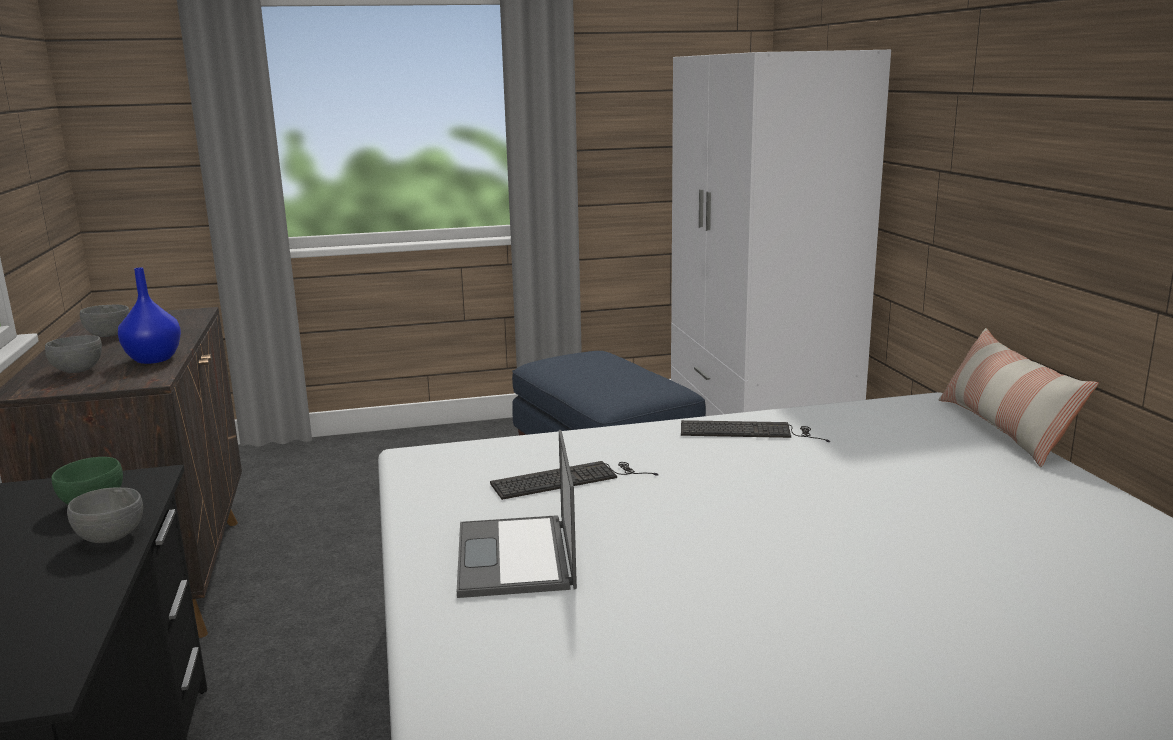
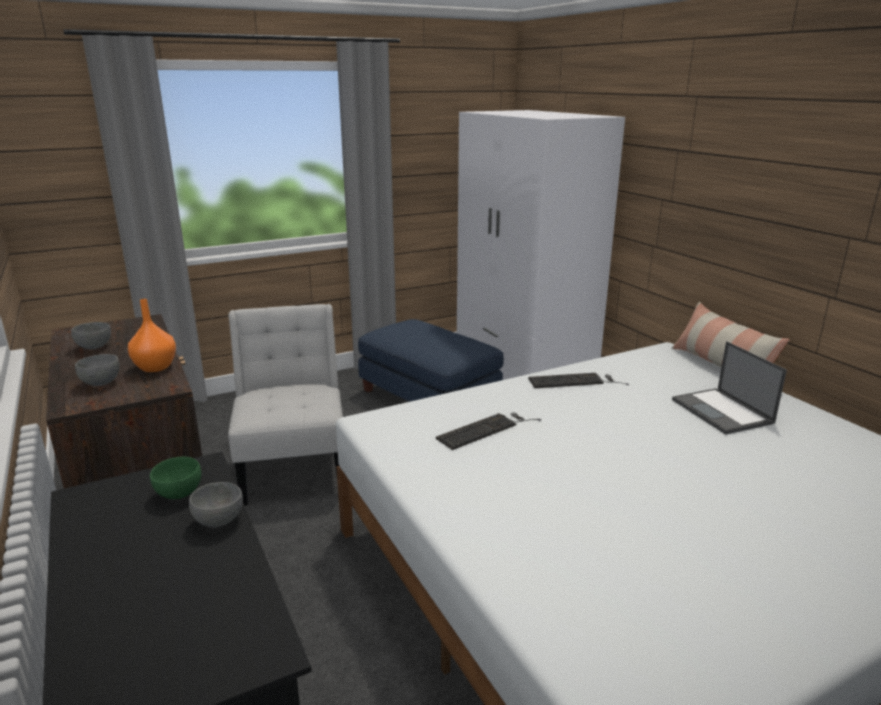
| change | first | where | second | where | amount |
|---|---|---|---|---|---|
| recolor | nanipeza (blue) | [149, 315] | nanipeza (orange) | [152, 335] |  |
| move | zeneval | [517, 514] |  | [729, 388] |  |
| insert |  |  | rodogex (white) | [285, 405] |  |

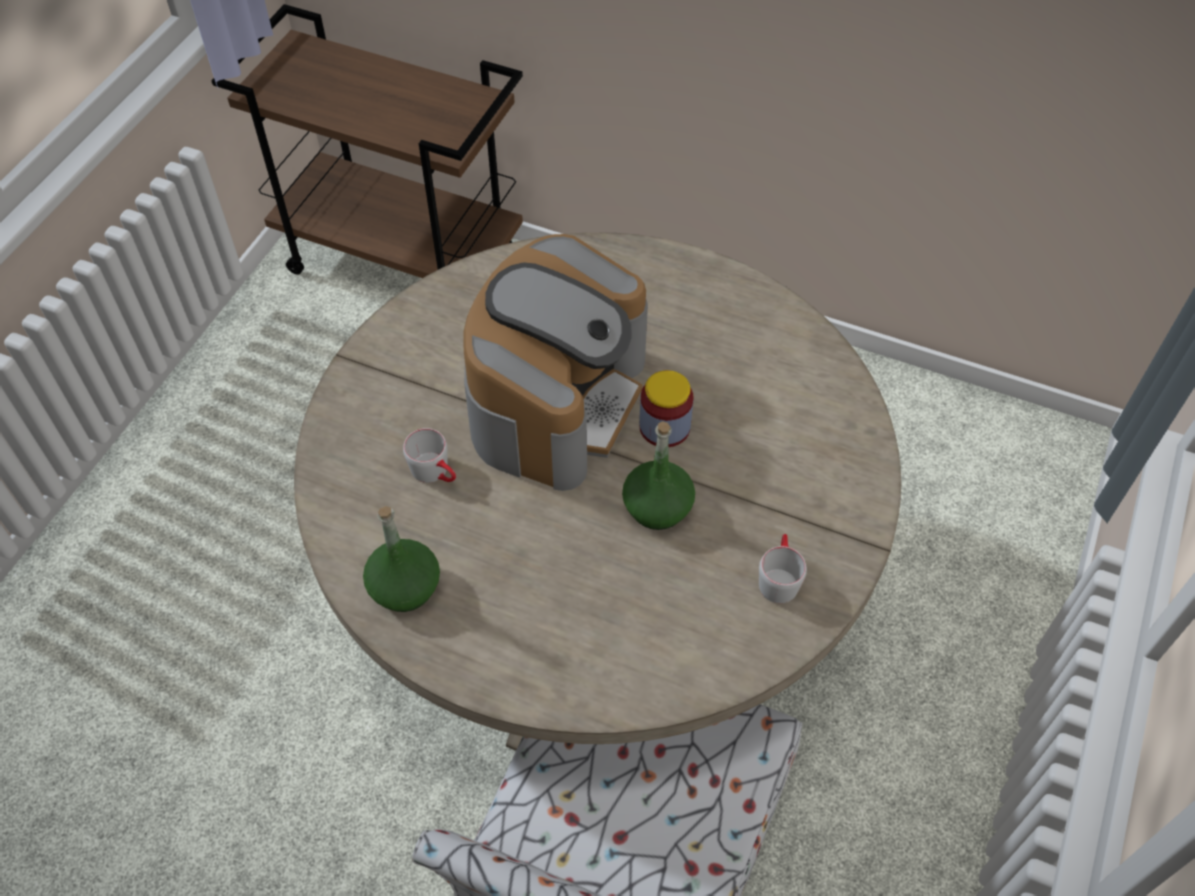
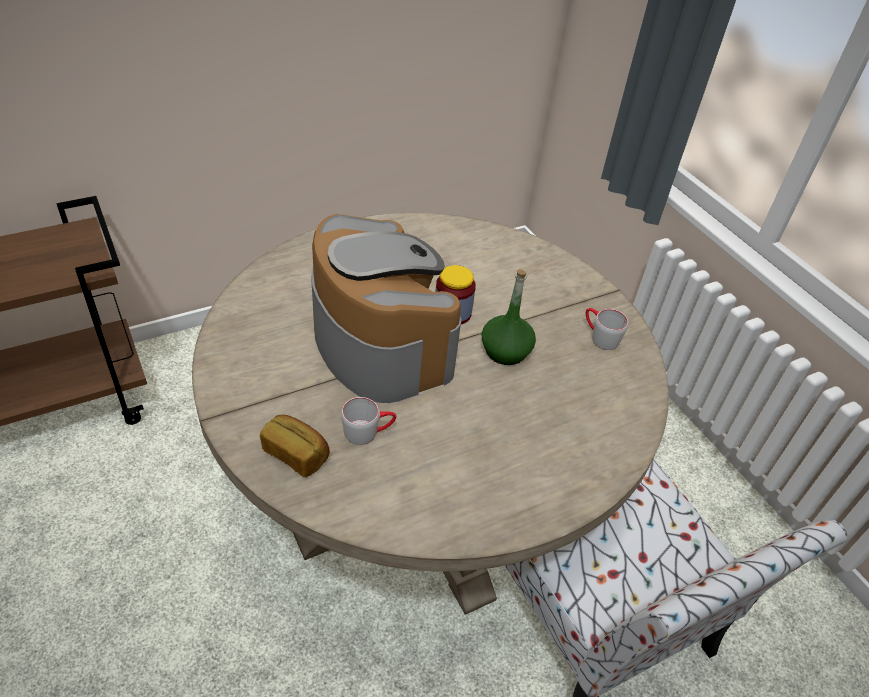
| change | first | where | second | where | amount |
|---|---|---|---|---|---|
| delete | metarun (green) | [401, 559] |  |  |  |
| insert |  |  | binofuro | [295, 446] |  |

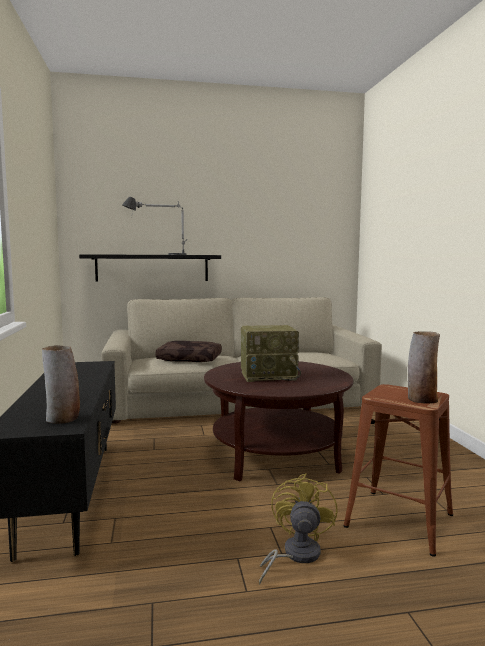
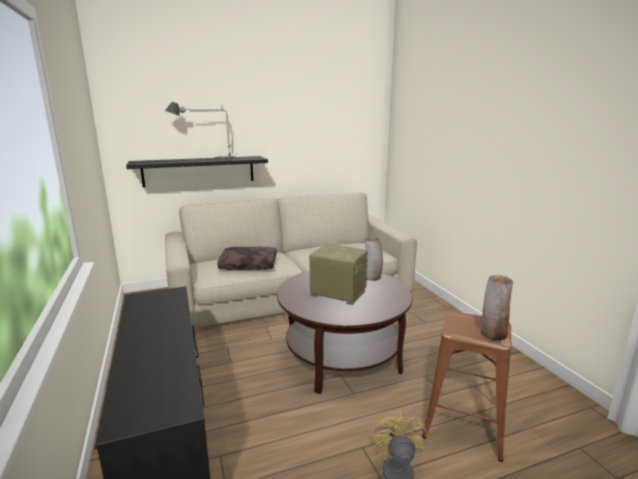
| change | first | where | second | where | amount |
|---|---|---|---|---|---|
| rotate | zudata | [271, 353] |  | [338, 274] | 135 degrees counterclockwise |
| move | nanipeza | [61, 384] |  | [373, 259] |  |

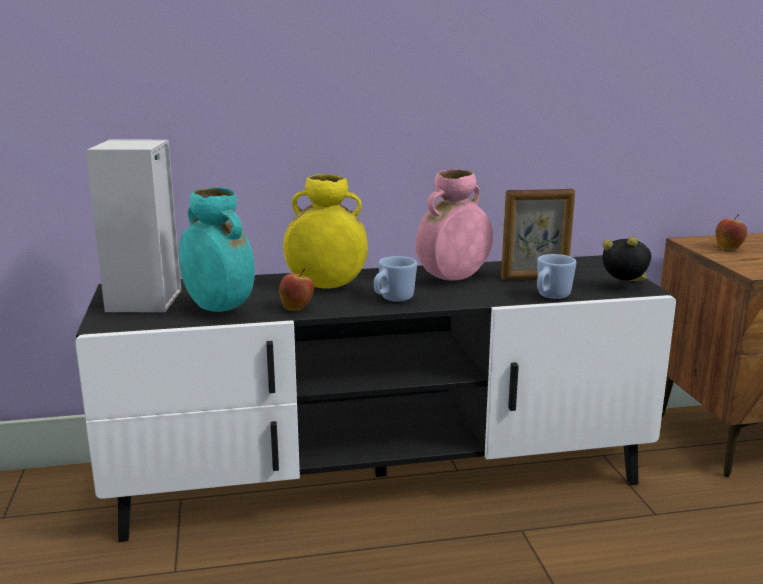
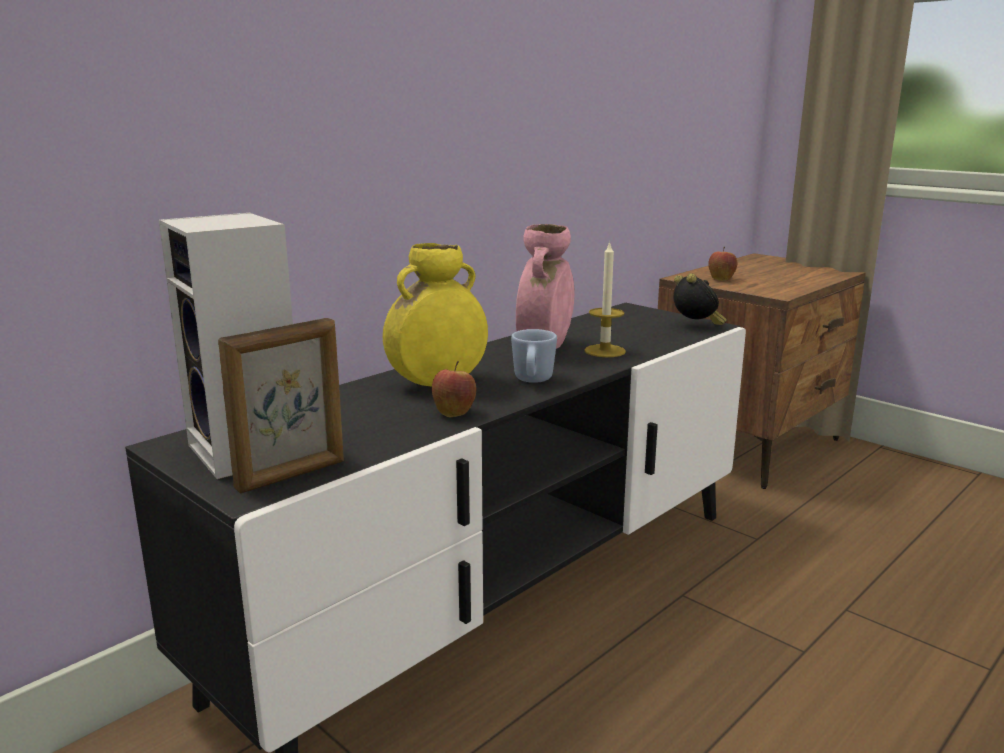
| change | first | where | second | where | amount |
|---|---|---|---|---|---|
| delete | nanipeza (turquoise) | [217, 249] |  |  |  |
| move | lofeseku | [538, 234] |  | [281, 406] |  |
| rotate | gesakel | [626, 259] |  | [700, 299] | 75 degrees clockwise |
| delete | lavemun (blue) | [556, 276] |  |  |  |
| insert |  |  | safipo | [605, 299] |  |

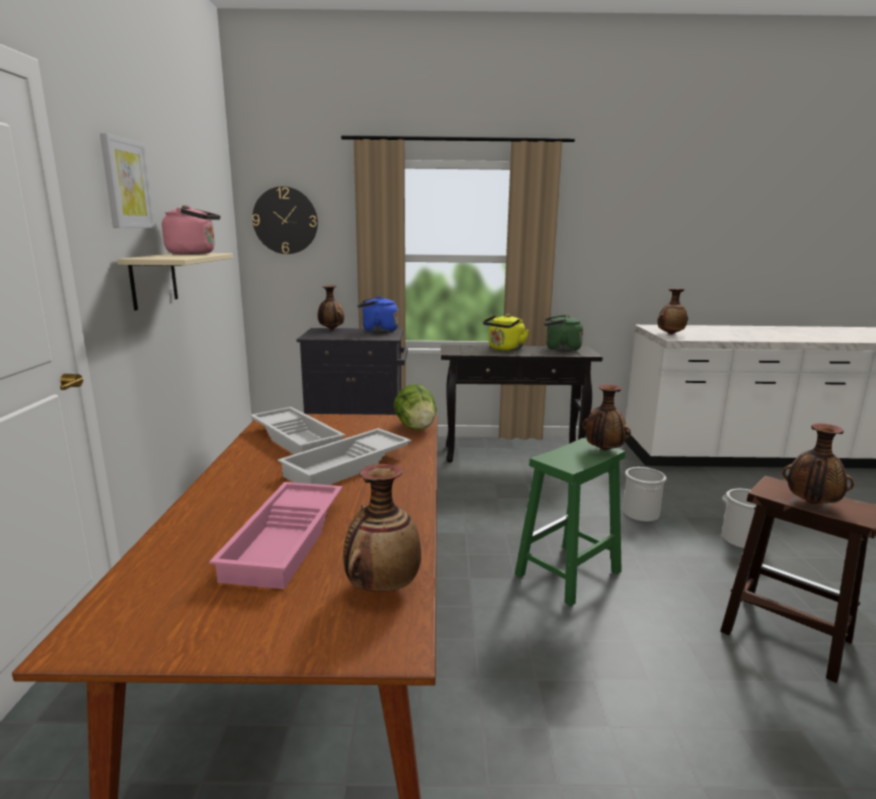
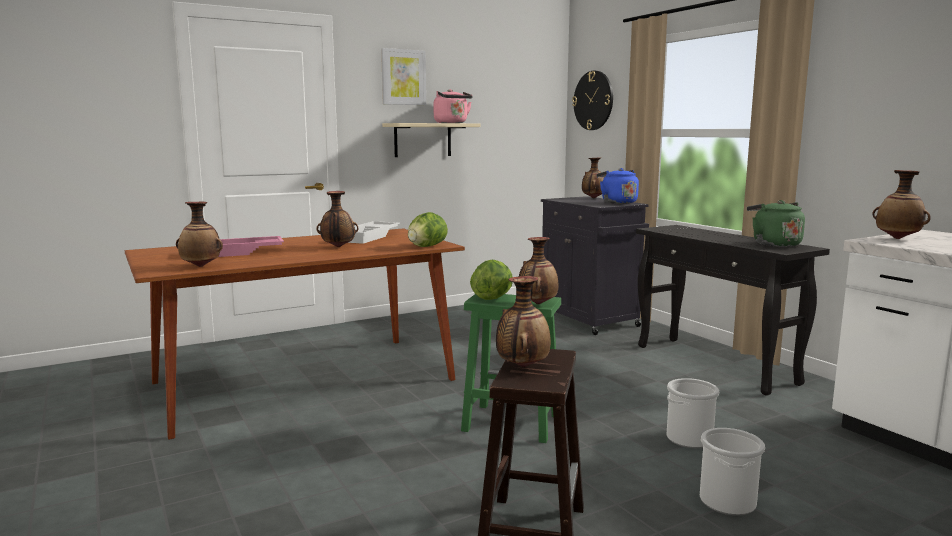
| change | first | where | second | where | amount |
|---|---|---|---|---|---|
| delete | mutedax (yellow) | [506, 332] |  |  |  |
| replace | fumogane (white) | [345, 456] | nanipeza | [337, 219] |  |
| insert |  |  | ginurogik | [491, 280] |  |

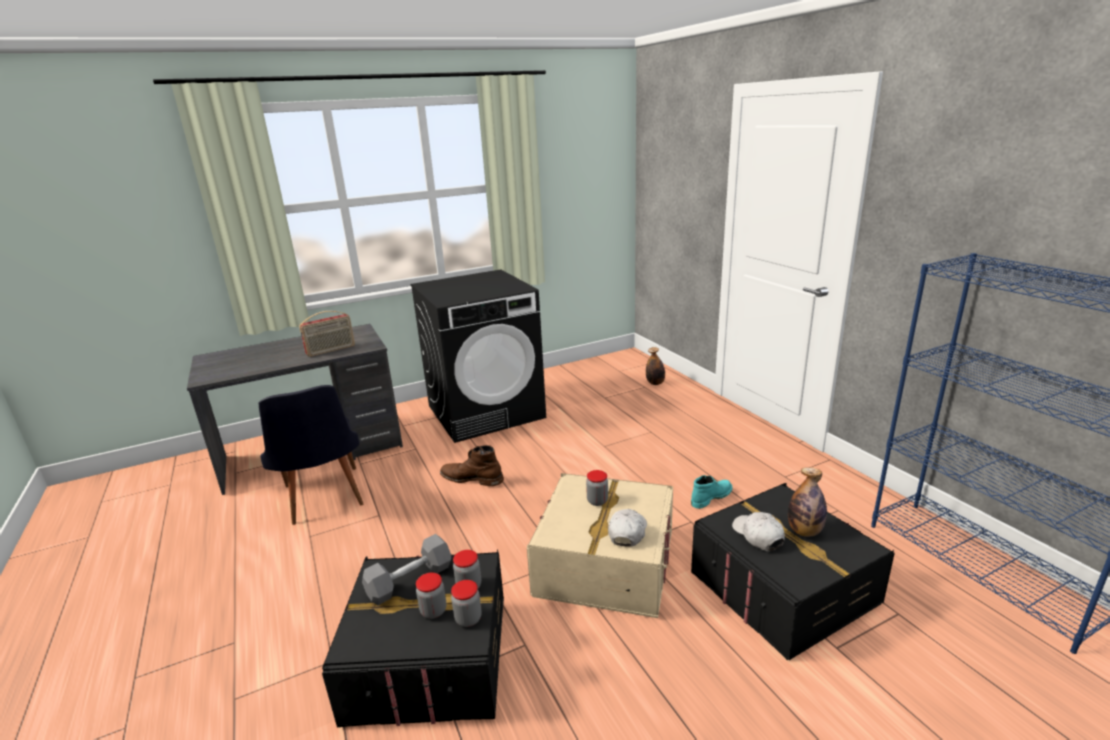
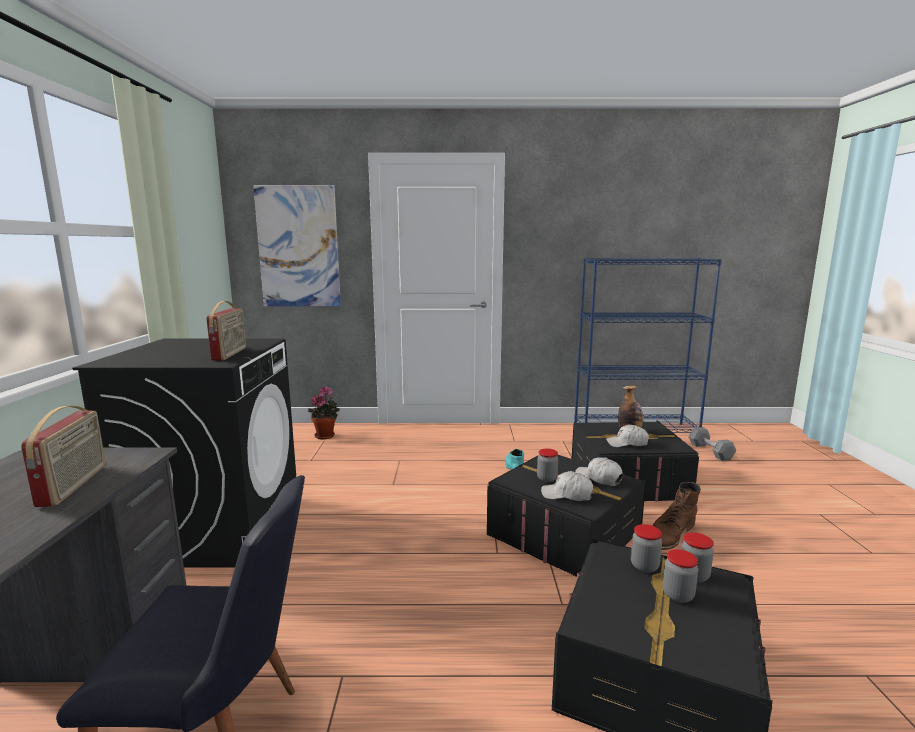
| change | first | where | second | where | amount |
|---|---|---|---|---|---|
| replace | metarun | [655, 366] | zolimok | [324, 412] |  |
| move | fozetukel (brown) | [472, 465] |  | [676, 516] |  |
| recolor | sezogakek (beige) | [600, 545] | sezogakek (black) | [566, 516] |  |
| move | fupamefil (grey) | [406, 569] |  | [712, 444] |  |
| insert |  |  | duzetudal | [297, 245] |  |
| insert |  |  | zudata | [226, 331] |  |
| insert |  |  | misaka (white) | [567, 486] |  |

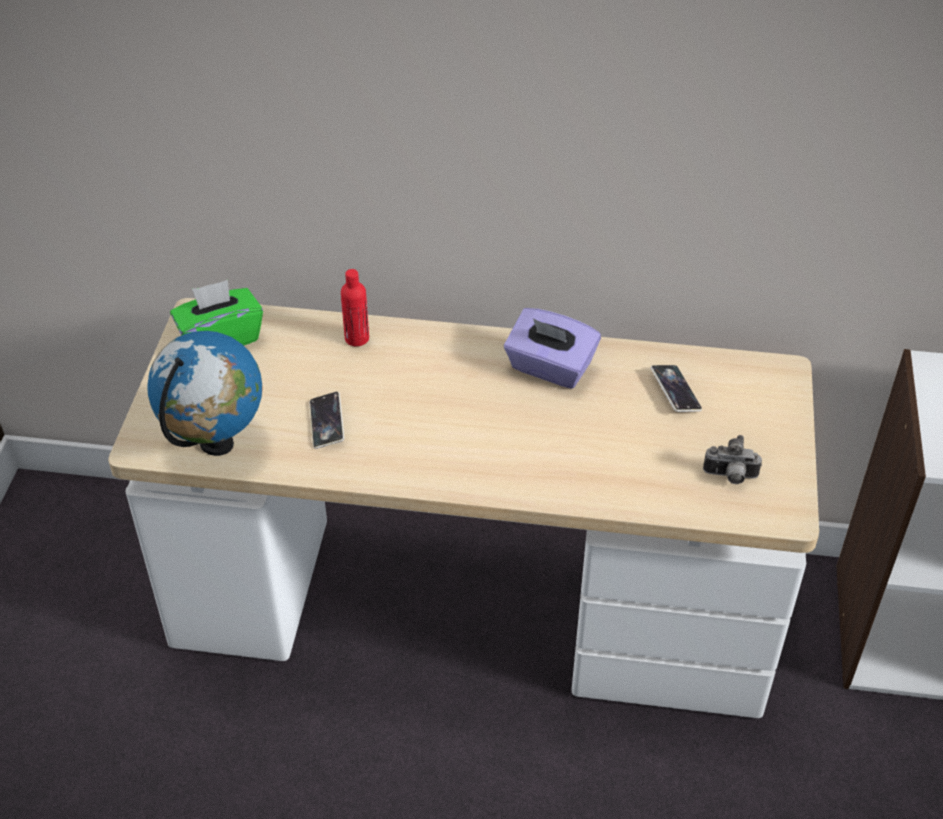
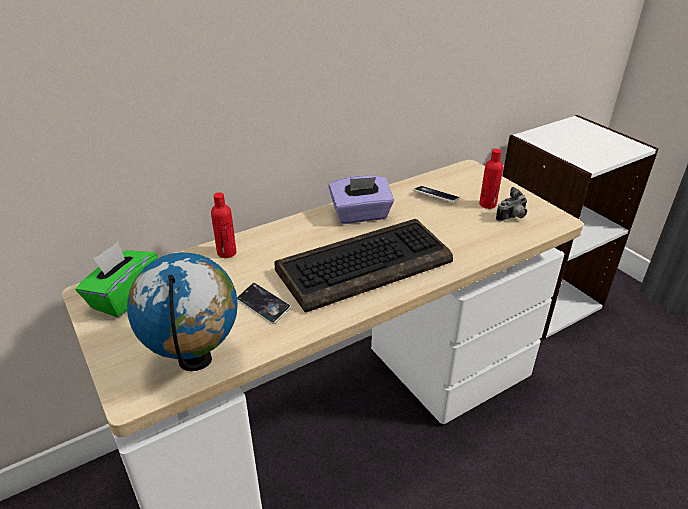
| change | first | where | second | where | amount |
|---|---|---|---|---|---|
| insert |  |  | metarun (red) | [491, 179] |  |
| insert |  |  | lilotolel | [363, 266] |  |

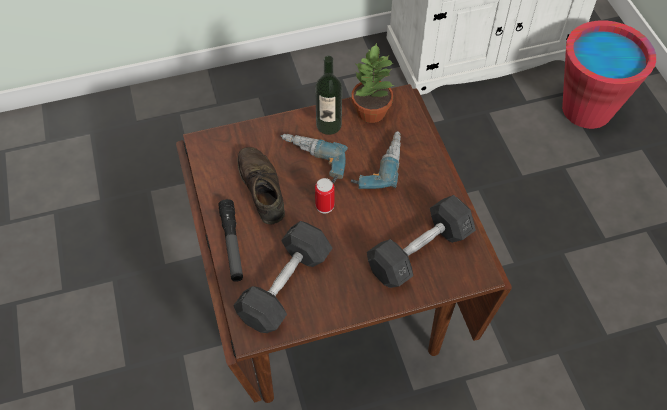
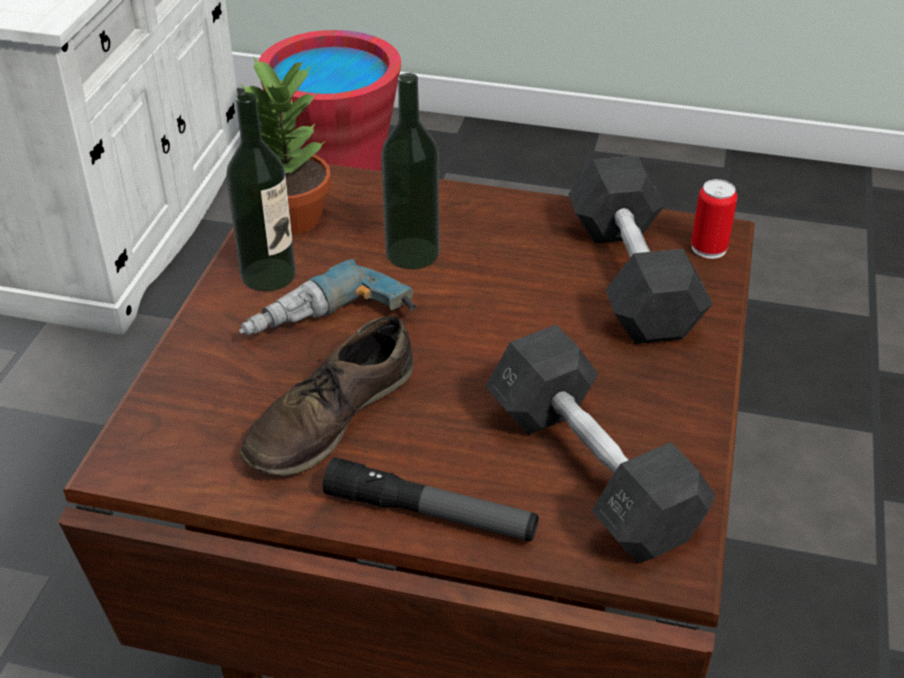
| change | first | where | second | where | amount |
|---|---|---|---|---|---|
| replace | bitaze | [376, 160] | metarun | [410, 171] |  |
| rotate | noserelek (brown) | [261, 186] |  | [327, 396] | 60 degrees counterclockwise |
| move | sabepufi | [324, 195] |  | [714, 219] |  |

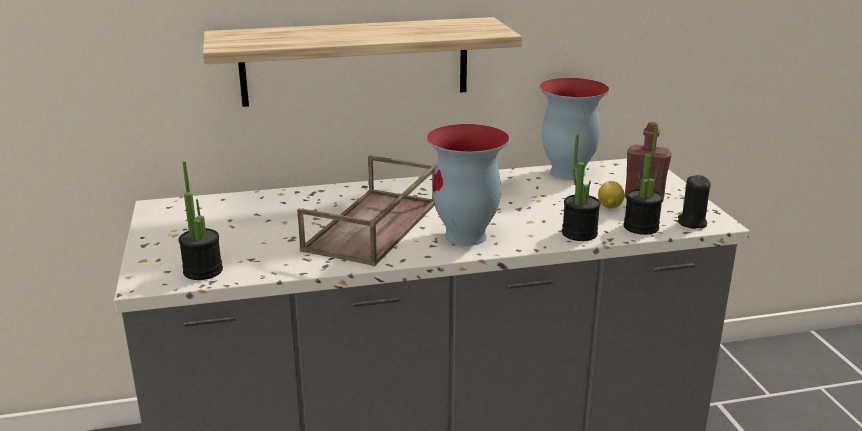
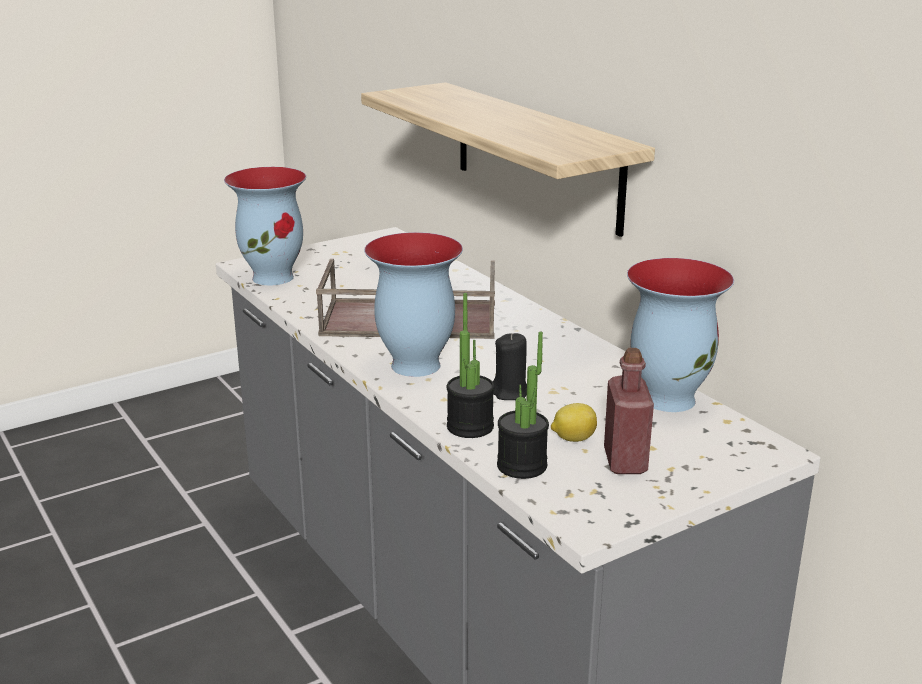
| change | first | where | second | where | amount |
|---|---|---|---|---|---|
| replace | zolimok | [200, 220] | nanipeza | [265, 226] |  |
| move | safipo (black) | [694, 202] |  | [510, 366] |  |

